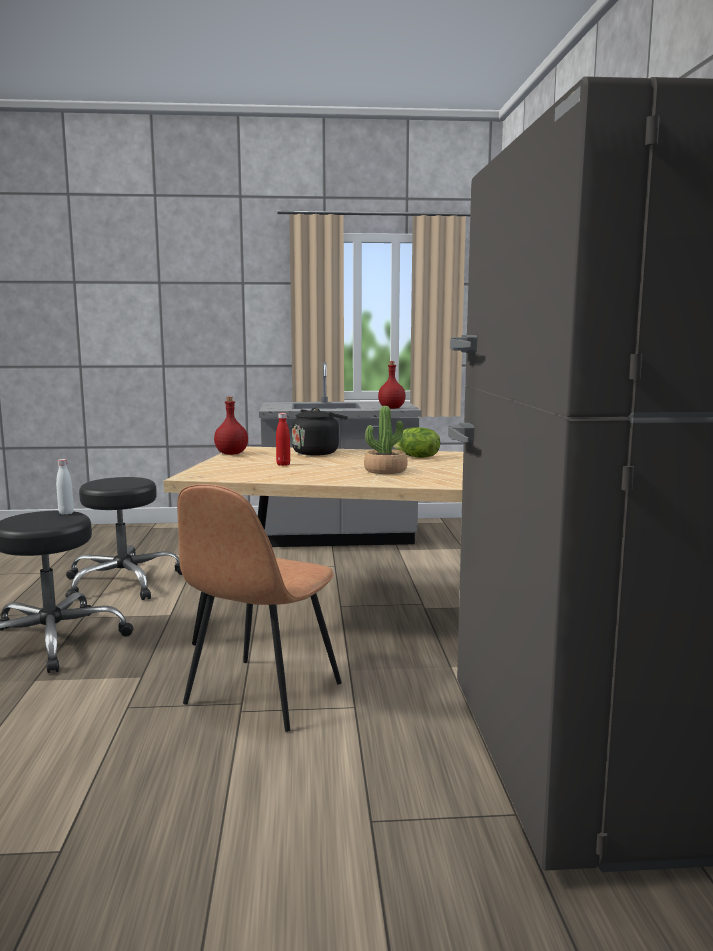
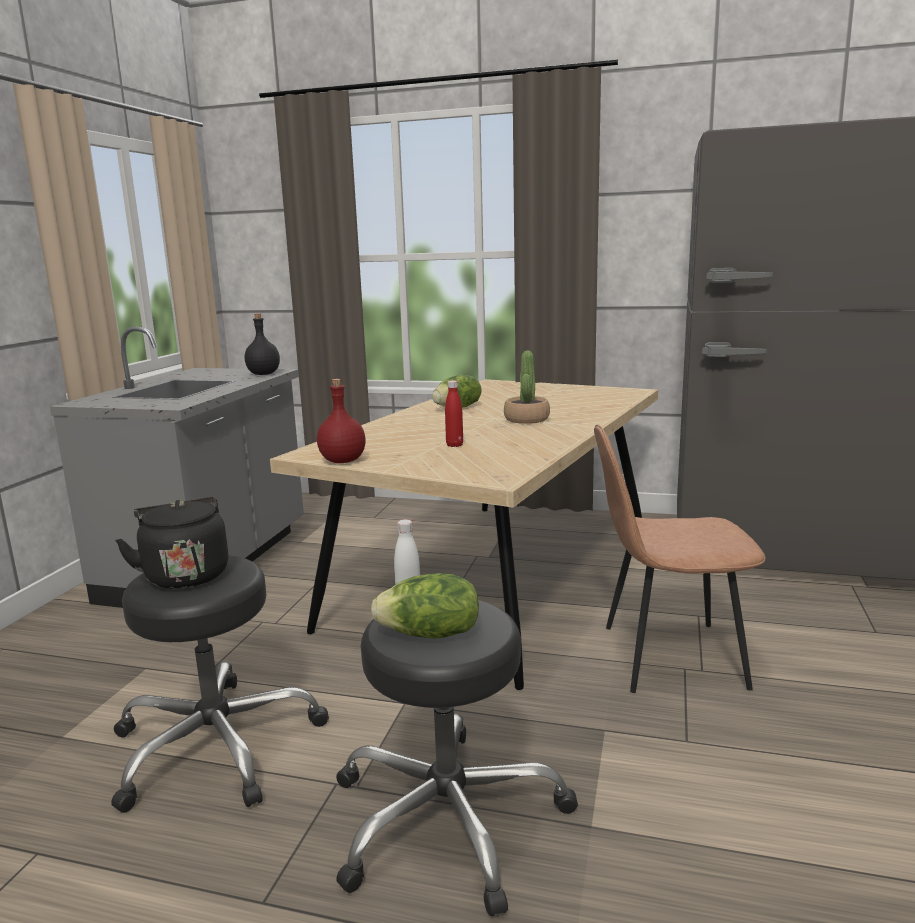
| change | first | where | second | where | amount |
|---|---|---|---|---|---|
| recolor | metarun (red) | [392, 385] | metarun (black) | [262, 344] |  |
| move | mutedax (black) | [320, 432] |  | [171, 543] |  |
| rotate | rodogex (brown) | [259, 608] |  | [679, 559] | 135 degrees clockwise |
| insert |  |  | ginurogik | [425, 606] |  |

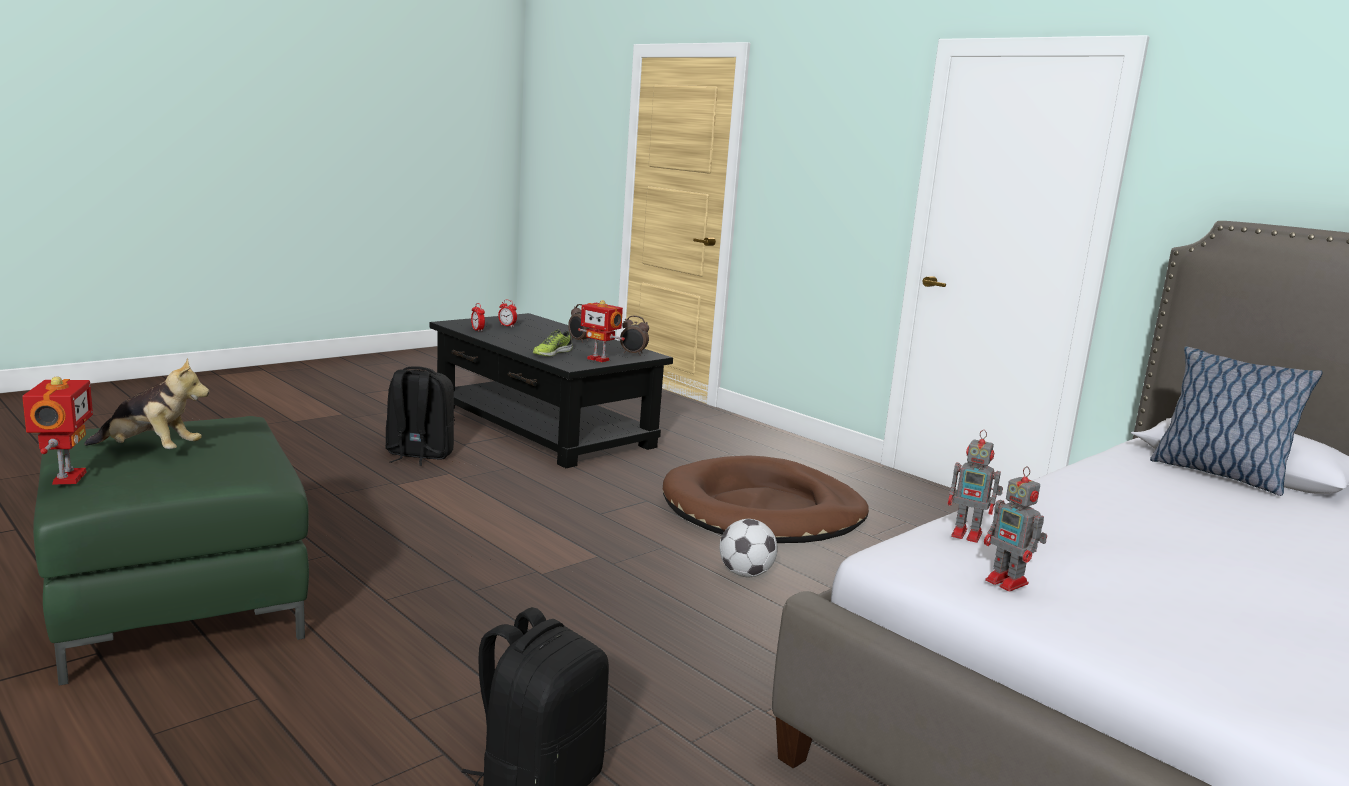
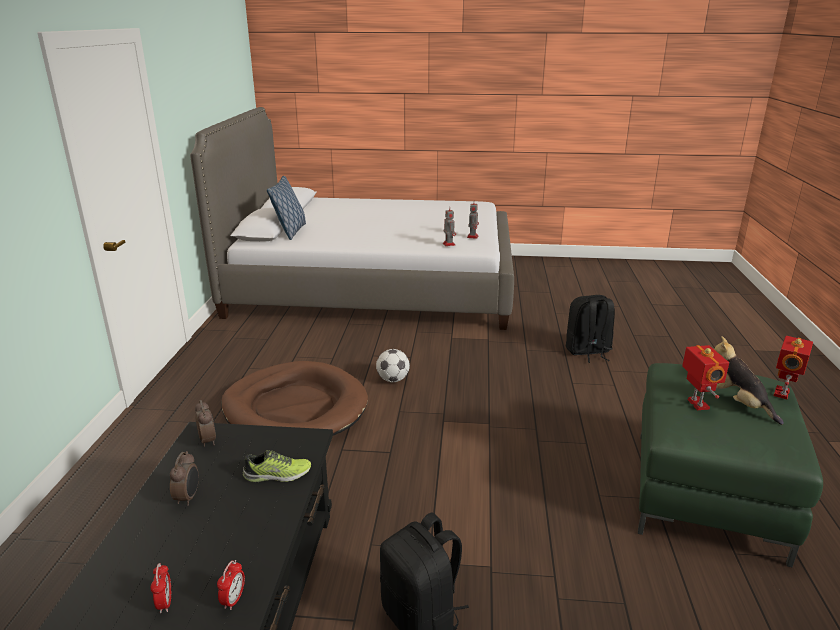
| change | first | where | second | where | amount |
|---|---|---|---|---|---|
| move | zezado | [601, 331] |  | [705, 377] |  |

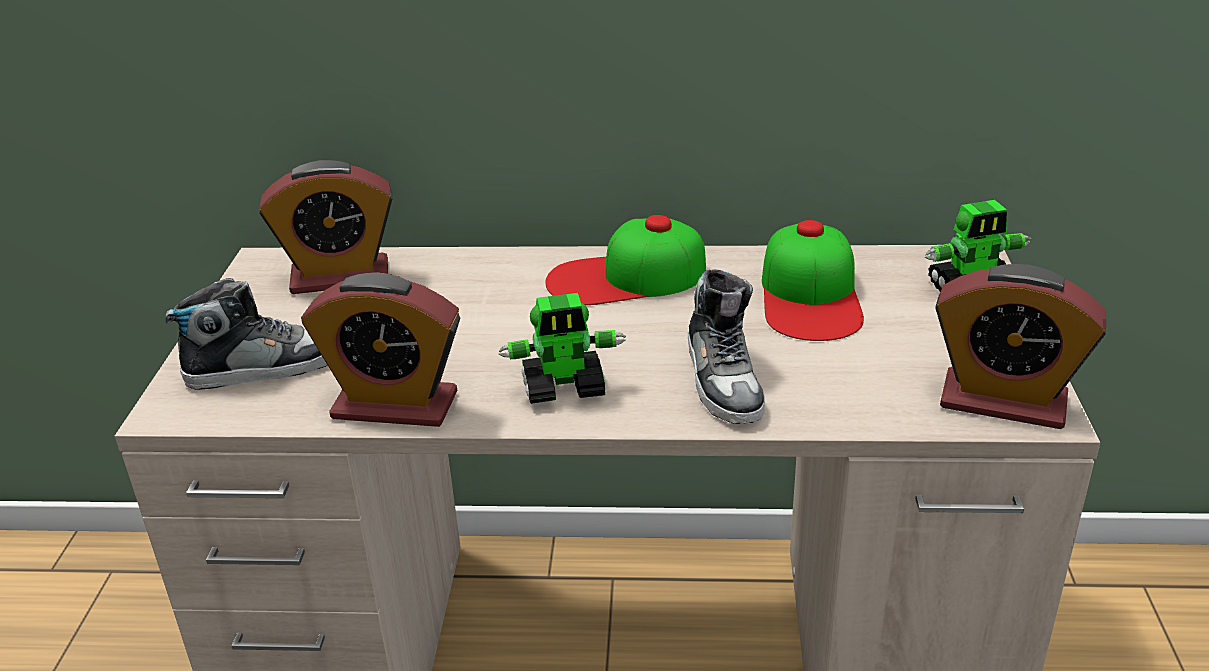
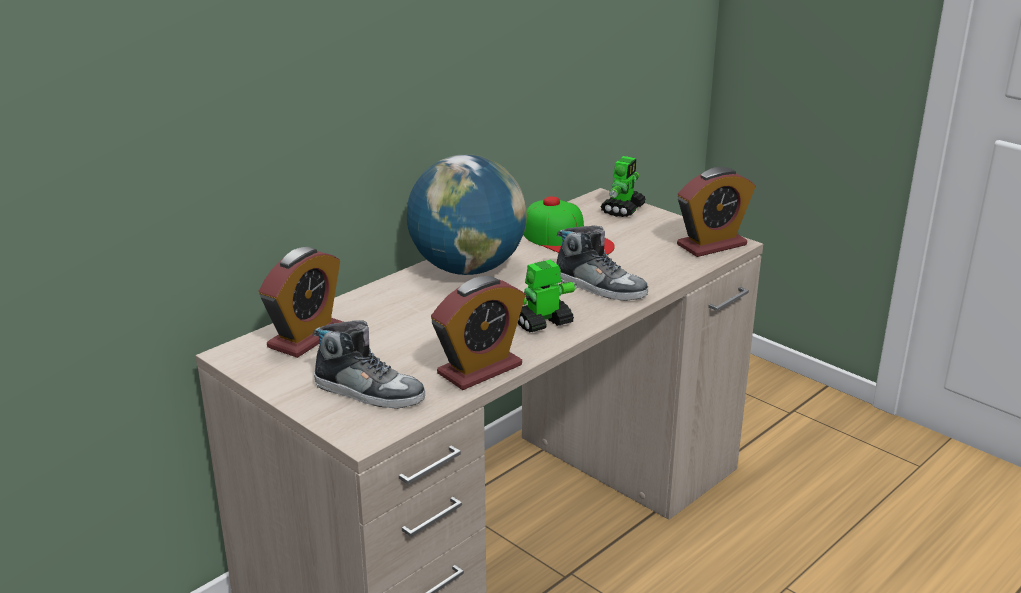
| change | first | where | second | where | amount |
|---|---|---|---|---|---|
| replace | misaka | [626, 260] | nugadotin | [467, 214] |  |
| rotate | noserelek | [246, 334] |  | [369, 364] | 90 degrees clockwise |
| rotate | zezado | [562, 348] |  | [548, 296] | 150 degrees counterclockwise |

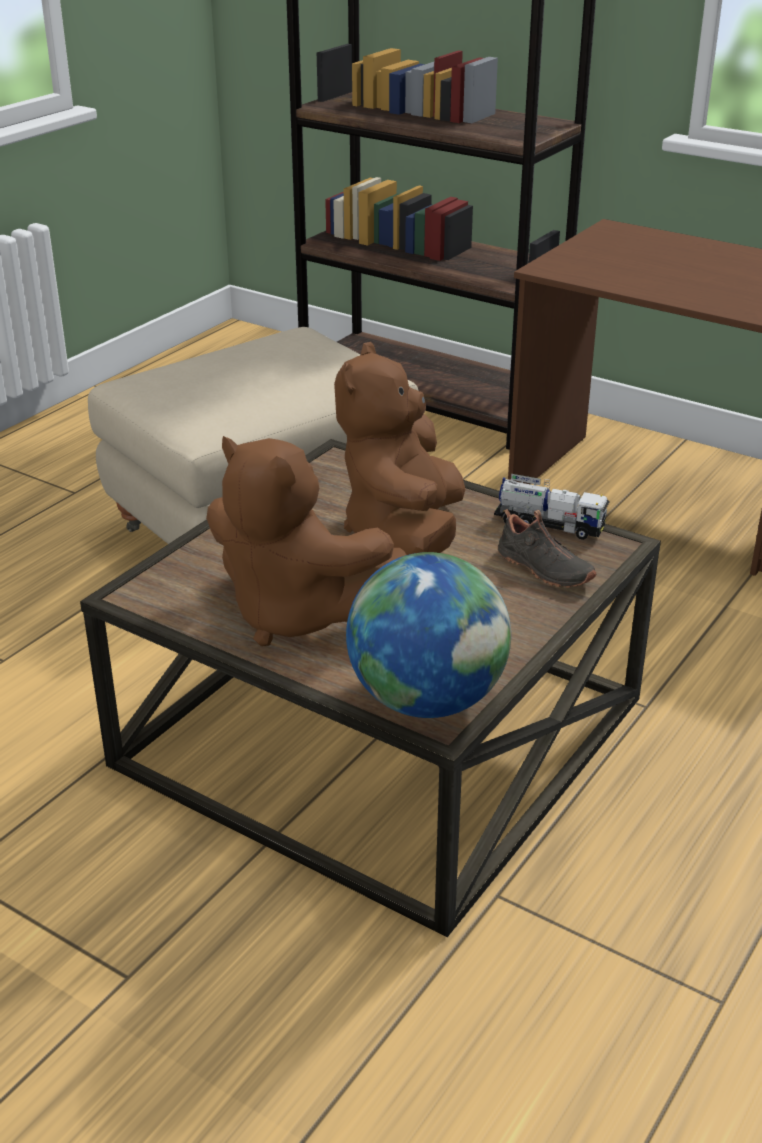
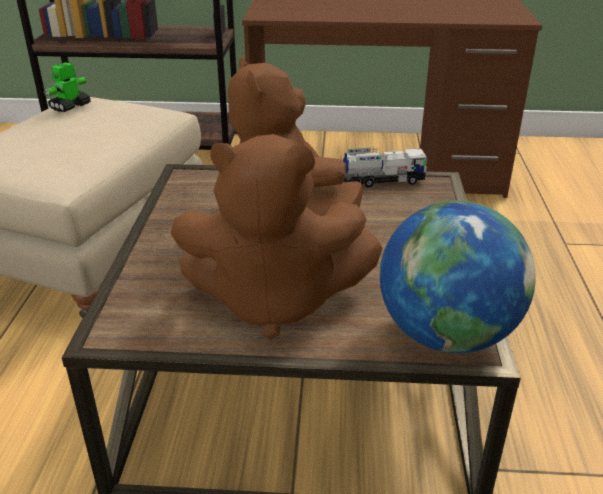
| change | first | where | second | where | amount |
|---|---|---|---|---|---|
| delete | noserelek (black) | [547, 548] |  |  |  |
| insert |  |  | zezado | [67, 87] |  |

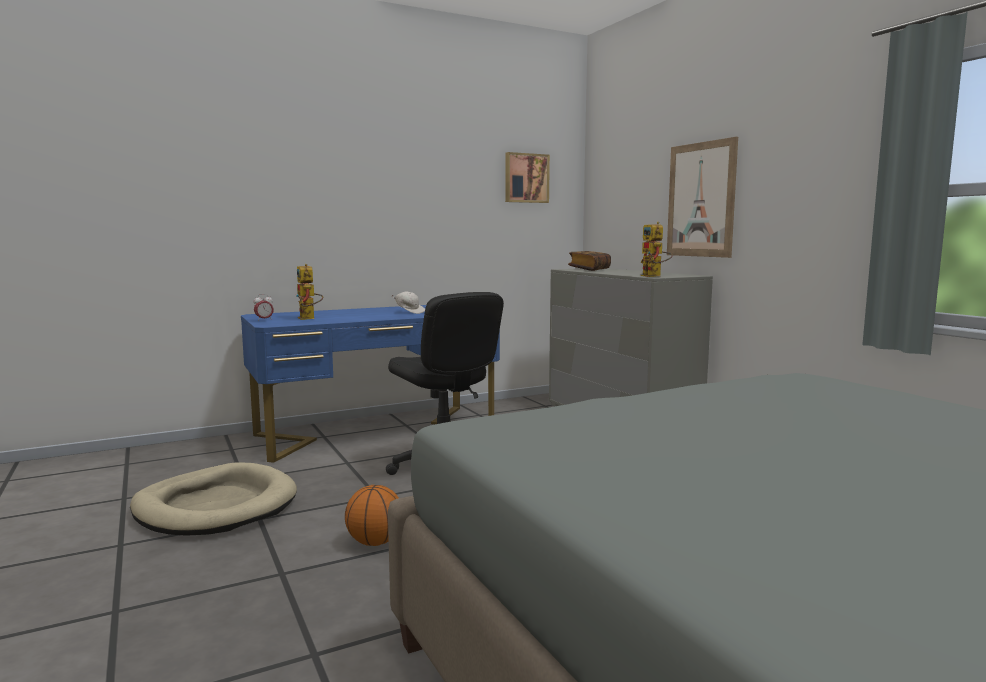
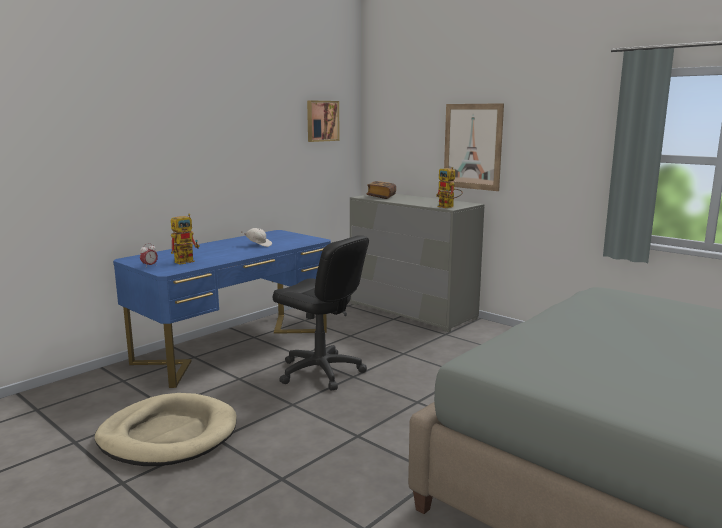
| change | first | where | second | where | amount |
|---|---|---|---|---|---|
| rotate | zezado | [309, 292] |  | [185, 239] | 90 degrees counterclockwise |
| delete | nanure | [372, 515] |  |  |  |

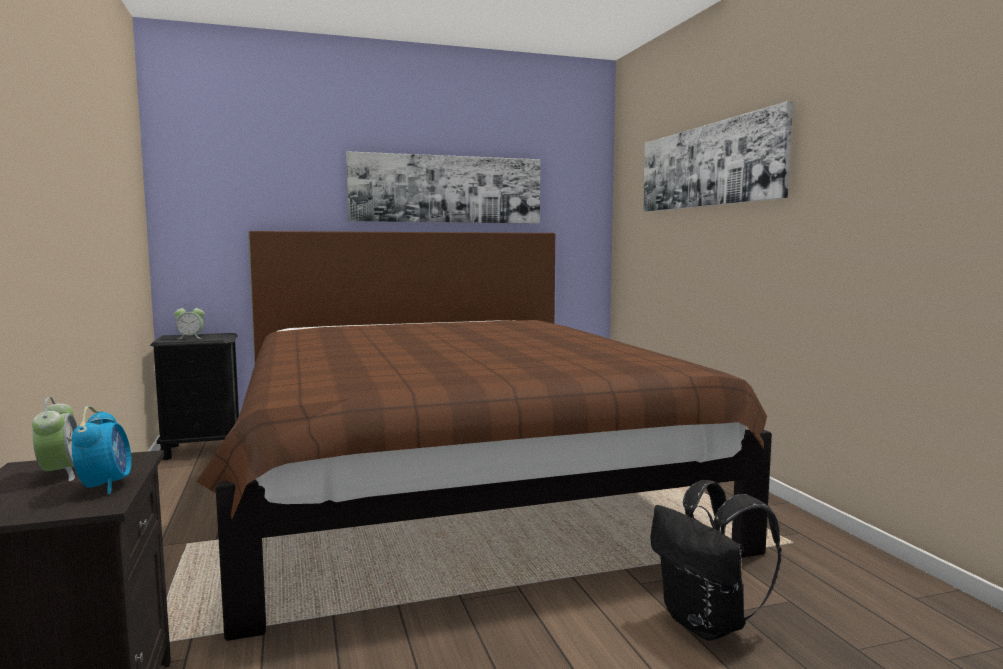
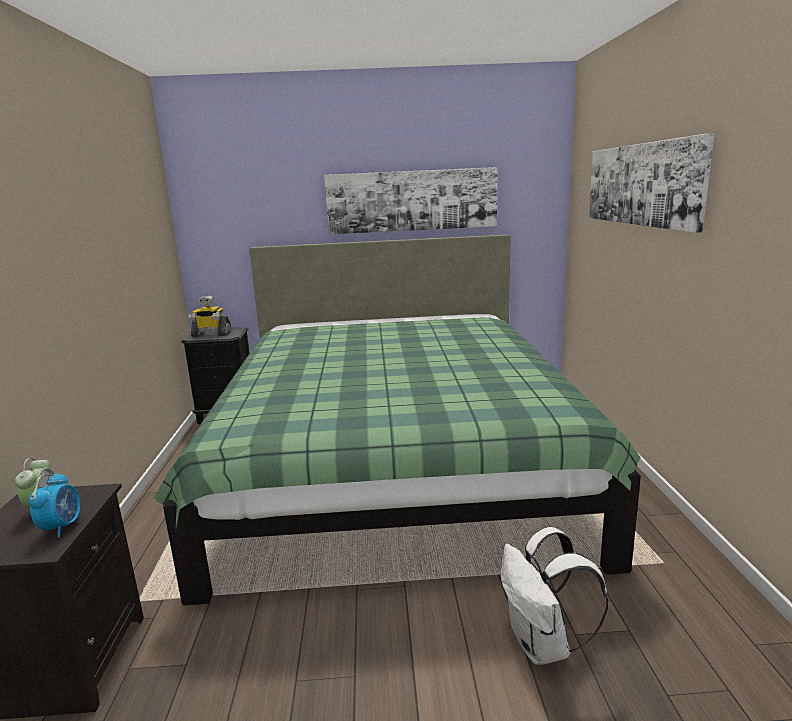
| change | first | where | second | where | amount |
|---|---|---|---|---|---|
| recolor | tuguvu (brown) | [484, 436] | tuguvu (green) | [397, 420] |  |
| replace | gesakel | [189, 322] | zezado | [210, 316] |  |
| recolor | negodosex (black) | [715, 560] | negodosex (white) | [554, 596] |  |

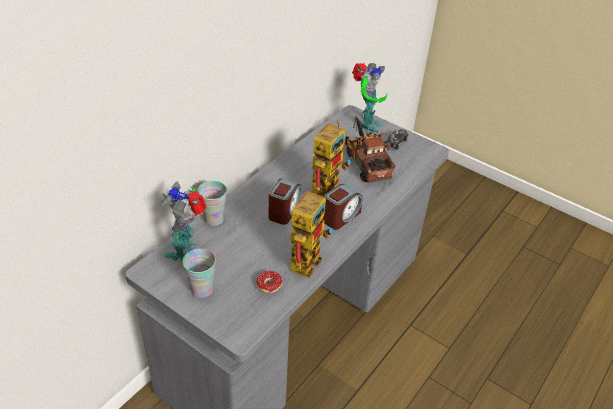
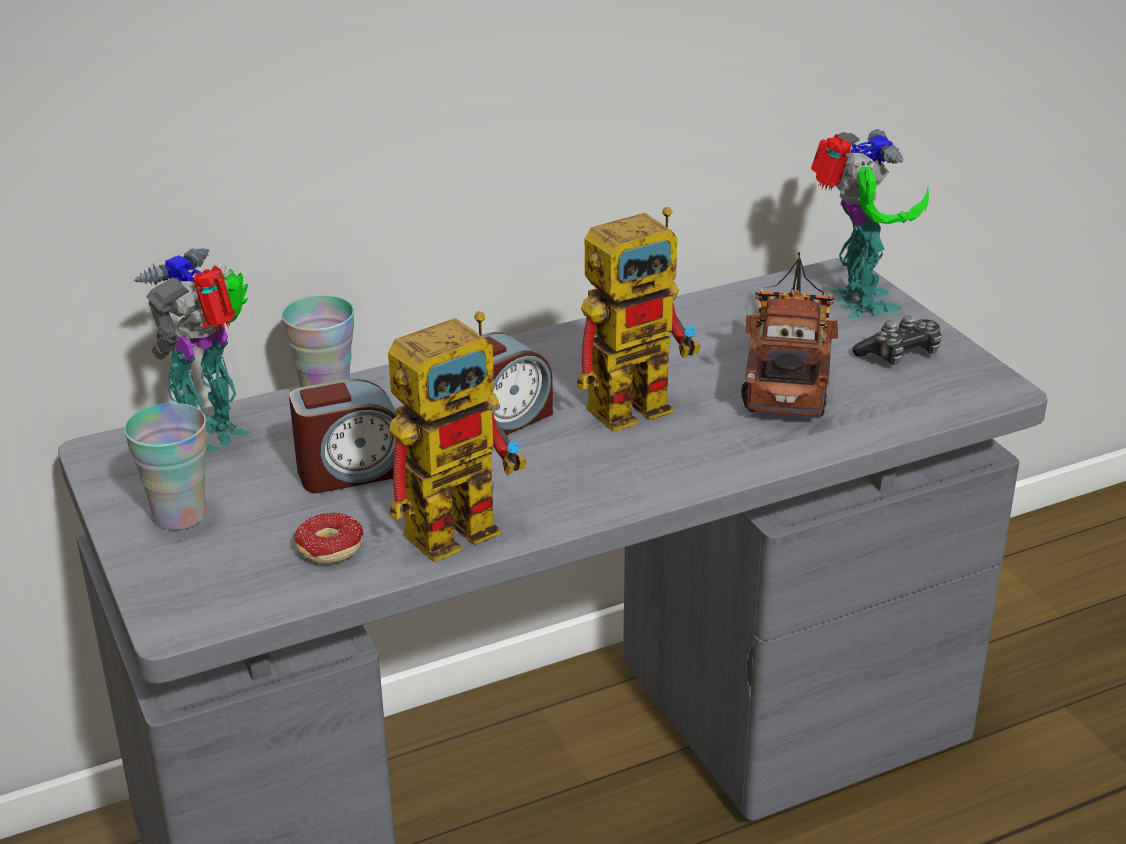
| change | first | where | second | where | amount |
|---|---|---|---|---|---|
| rotate | zezado | [370, 98] |  | [870, 224] | 60 degrees counterclockwise |
| move | gesakel | [343, 207] |  | [348, 436] |  |

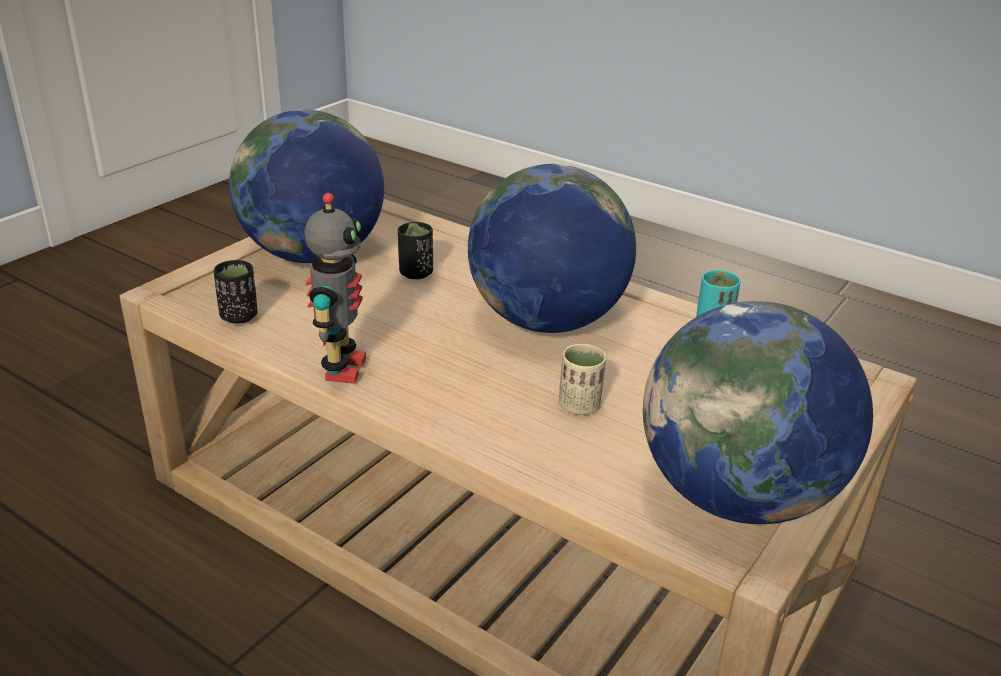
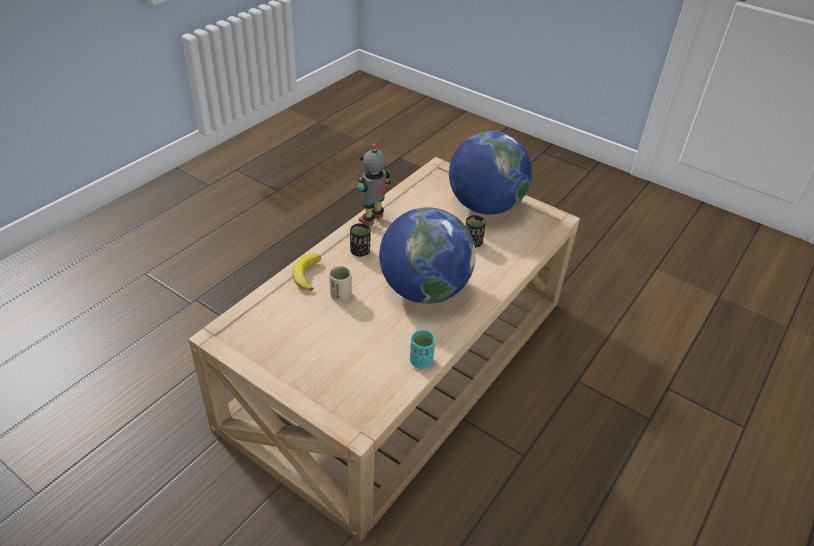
| change | first | where | second | where | amount |
|---|---|---|---|---|---|
| rotate | zezado | [335, 288] |  | [374, 185] | 120 degrees clockwise |
| move | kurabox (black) | [236, 292] |  | [360, 240] |  |
| delete | nugadotin | [758, 412] |  |  |  |
| insert |  |  | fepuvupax | [306, 272] |  |

